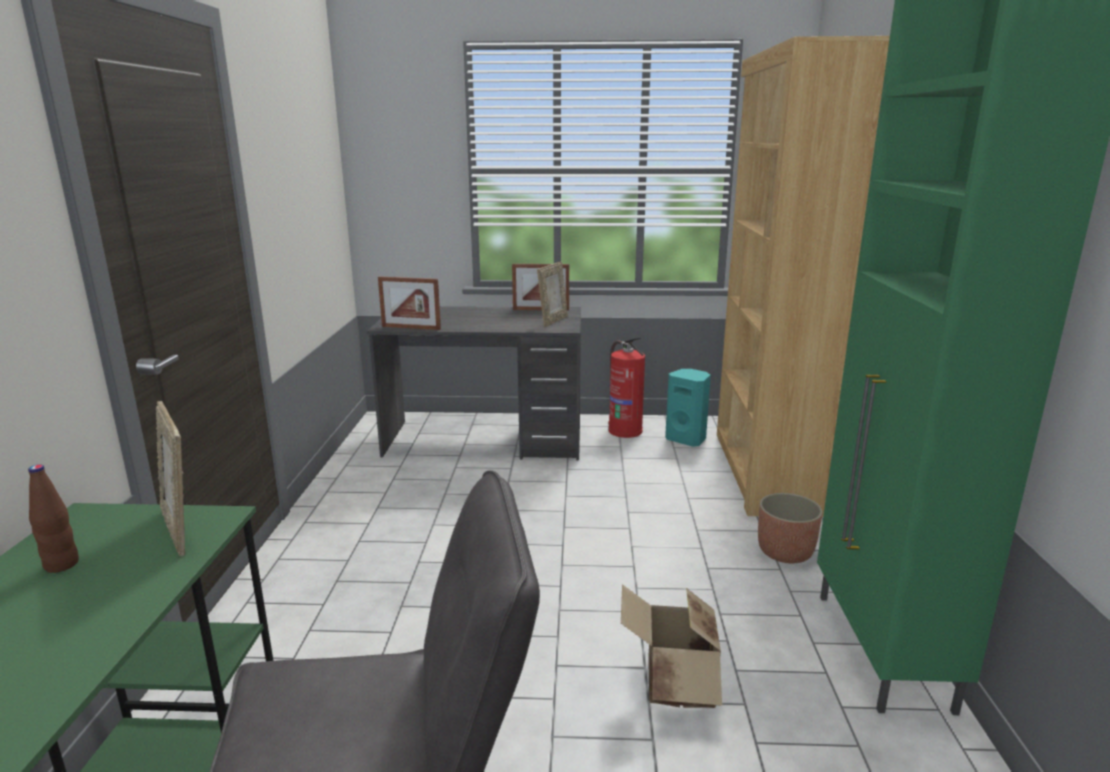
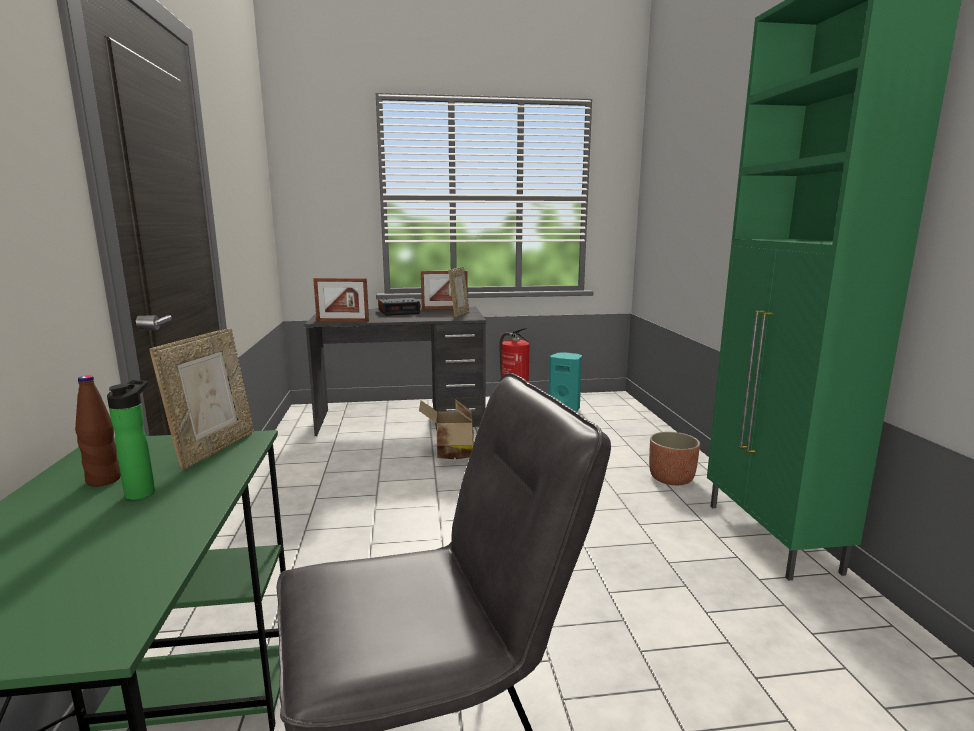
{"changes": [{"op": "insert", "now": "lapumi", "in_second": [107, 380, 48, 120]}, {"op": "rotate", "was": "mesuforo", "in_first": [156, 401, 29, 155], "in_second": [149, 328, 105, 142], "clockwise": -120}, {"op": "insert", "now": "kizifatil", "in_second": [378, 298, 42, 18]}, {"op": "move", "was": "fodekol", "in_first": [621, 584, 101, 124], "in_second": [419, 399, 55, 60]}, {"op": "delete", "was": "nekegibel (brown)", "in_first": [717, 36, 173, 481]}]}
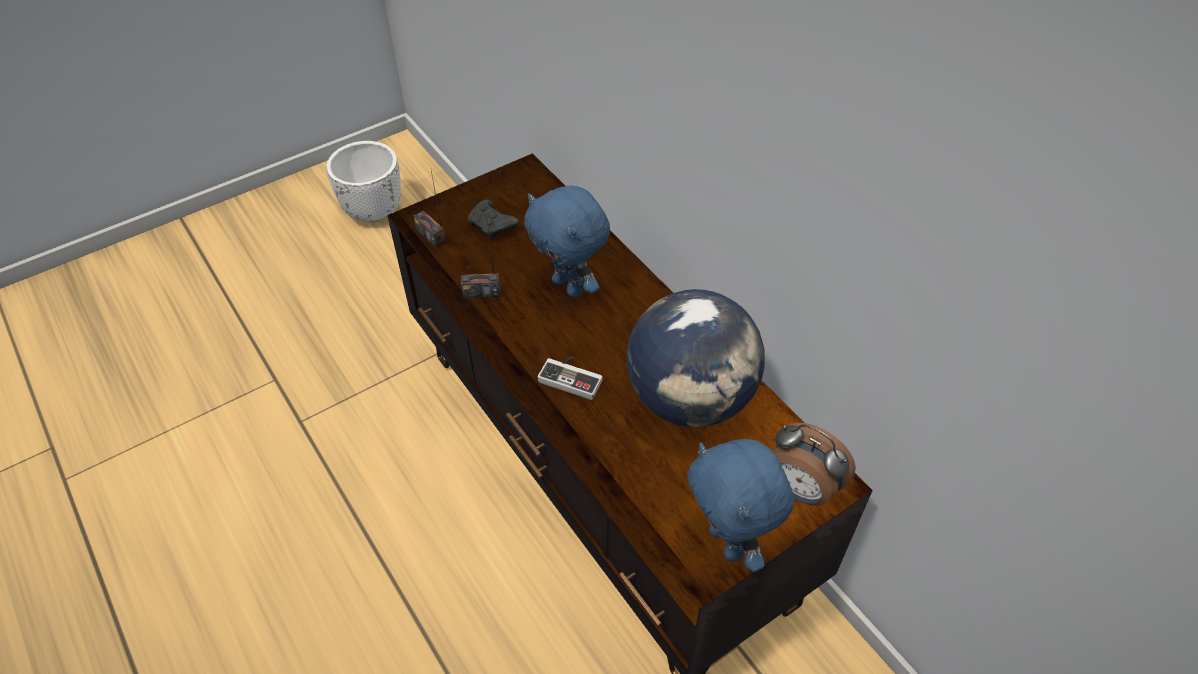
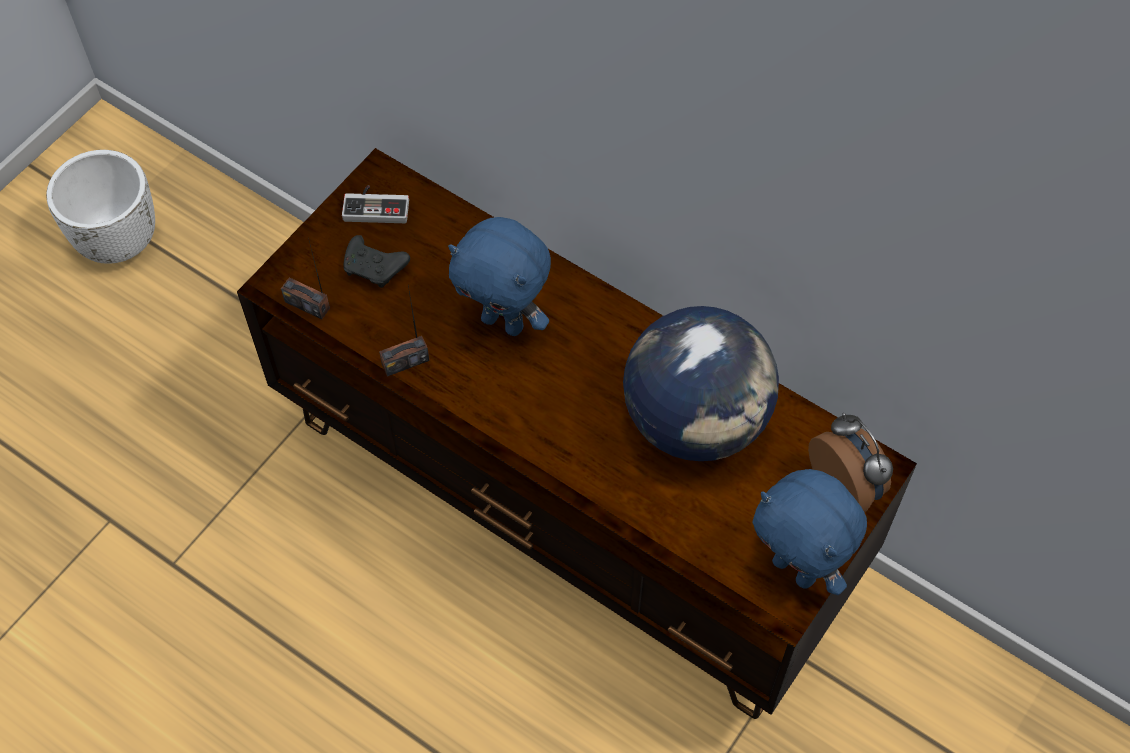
{"changes": [{"op": "move", "was": "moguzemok", "in_first": [538, 357, 65, 43], "in_second": [342, 185, 67, 38]}, {"op": "rotate", "was": "kizifatil", "in_first": [773, 423, 83, 83], "in_second": [808, 413, 85, 99], "clockwise": -135}]}
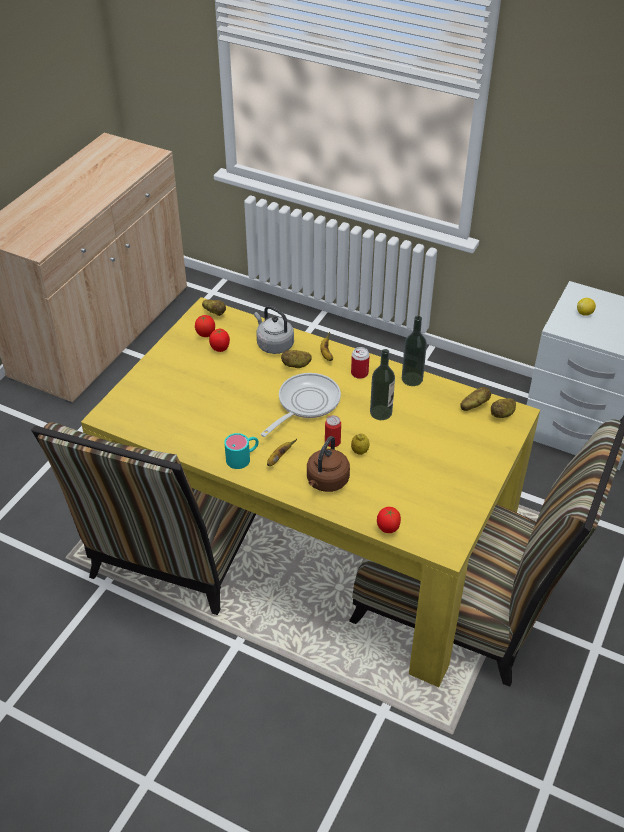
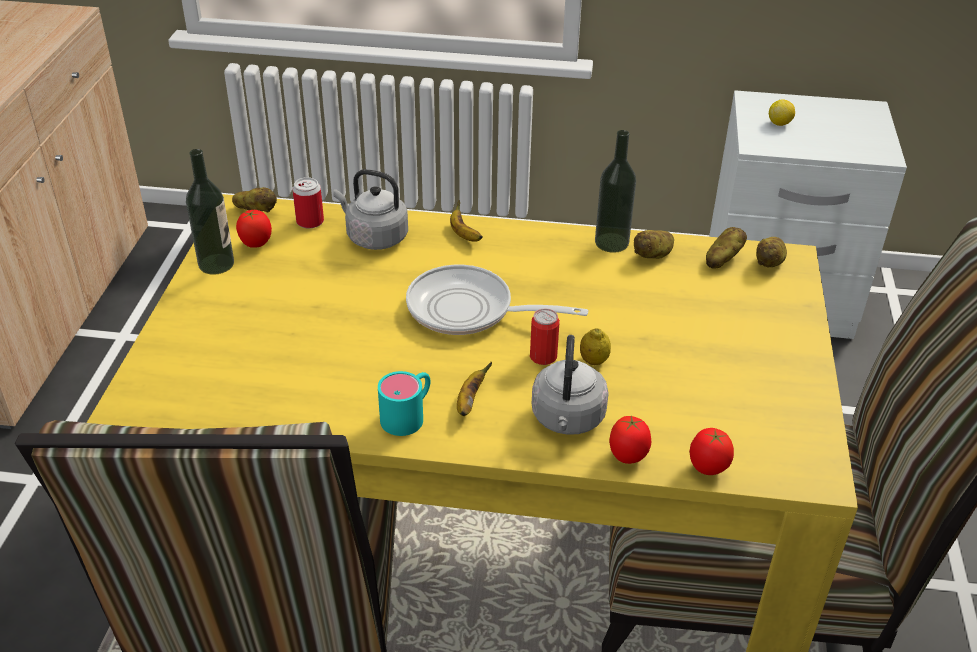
{"changes": [{"op": "move", "was": "lapumi", "in_first": [370, 349, 25, 71], "in_second": [186, 149, 48, 126]}, {"op": "move", "was": "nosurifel", "in_first": [351, 347, 19, 32], "in_second": [292, 177, 32, 51]}, {"op": "rotate", "was": "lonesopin", "in_first": [261, 373, 80, 64], "in_second": [406, 265, 183, 70], "clockwise": -90}, {"op": "recolor", "was": "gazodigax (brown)", "now": "gazodigax (grey)", "in_first": [307, 436, 43, 56], "in_second": [532, 335, 77, 100]}, {"op": "move", "was": "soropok", "in_first": [209, 329, 21, 23], "in_second": [609, 416, 42, 48]}, {"op": "move", "was": "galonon", "in_first": [281, 350, 31, 18], "in_second": [634, 230, 40, 29]}]}
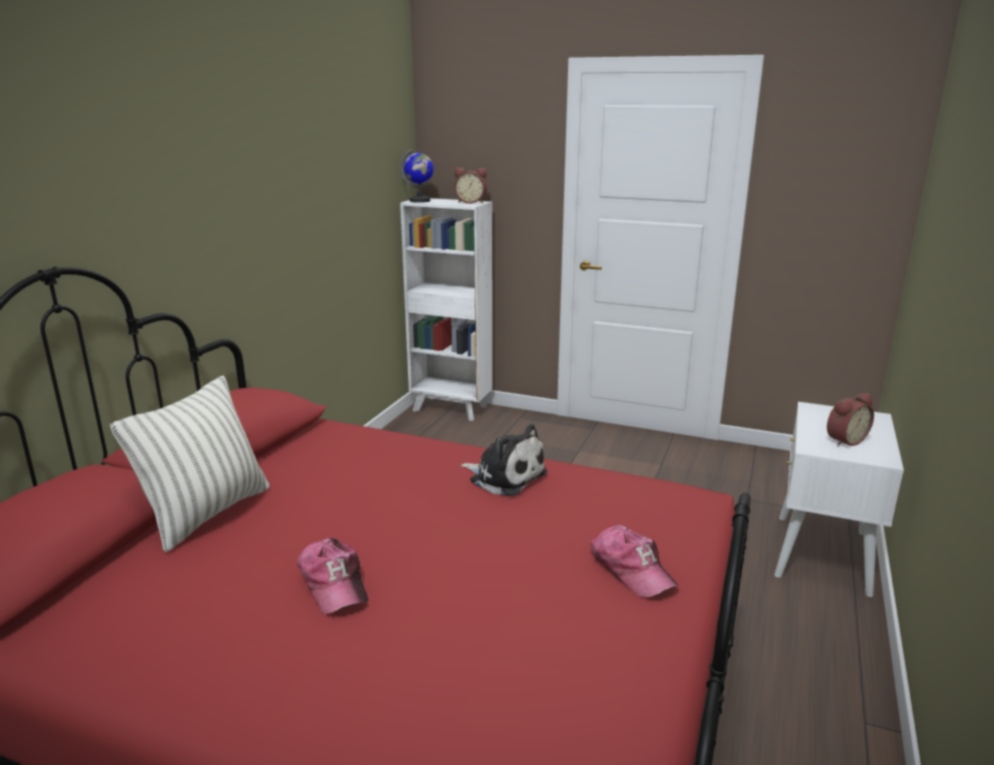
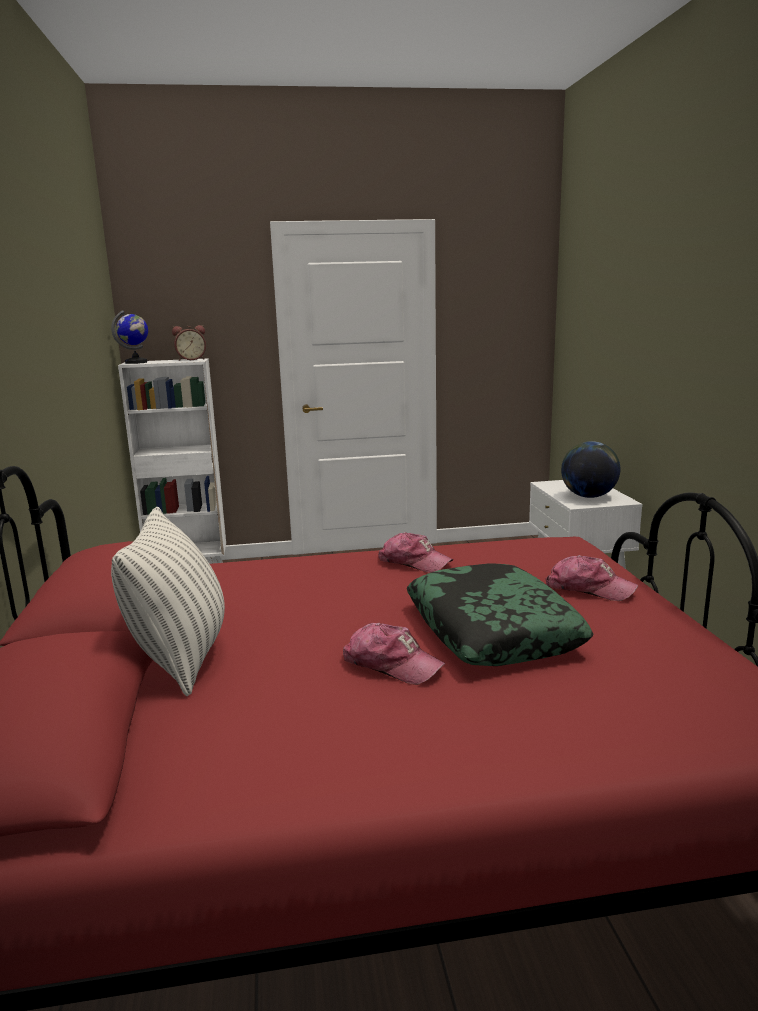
{"changes": [{"op": "replace", "was": "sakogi", "now": "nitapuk", "in_first": [461, 424, 86, 72], "in_second": [378, 532, 75, 41]}, {"op": "insert", "now": "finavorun", "in_second": [407, 563, 186, 103]}, {"op": "replace", "was": "kizifatil", "now": "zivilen", "in_first": [827, 393, 47, 54], "in_second": [561, 441, 59, 57]}]}
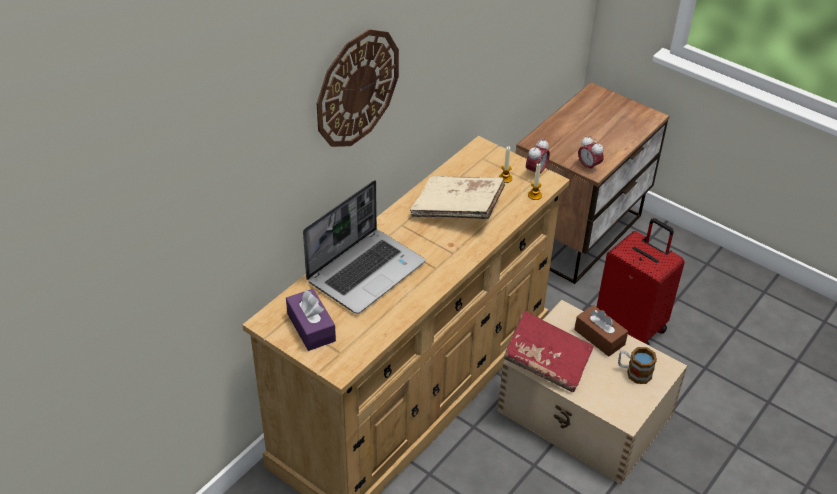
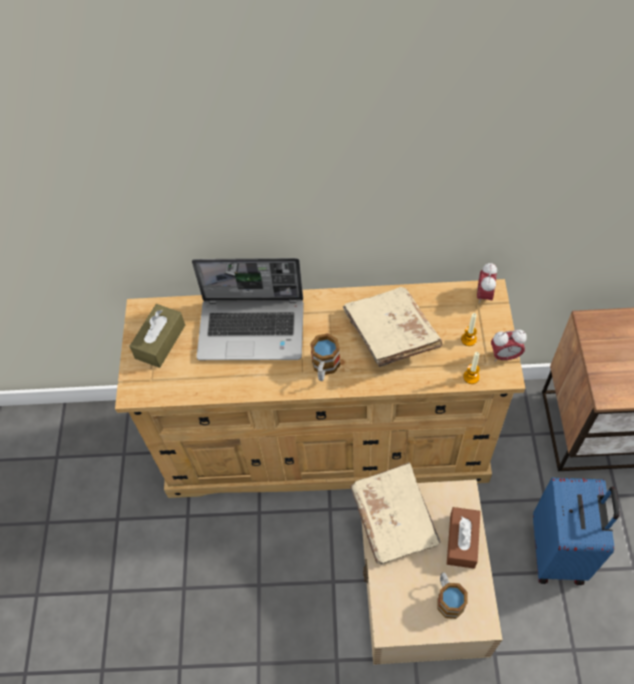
{"changes": [{"op": "recolor", "was": "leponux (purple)", "now": "leponux (brown)", "in_first": [286, 289, 50, 62], "in_second": [129, 304, 56, 64]}, {"op": "insert", "now": "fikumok", "in_second": [310, 333, 30, 48]}, {"op": "recolor", "was": "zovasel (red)", "now": "zovasel (beige)", "in_first": [504, 311, 89, 81], "in_second": [350, 462, 91, 102]}, {"op": "move", "was": "kizifatil", "in_first": [578, 136, 26, 37], "in_second": [477, 263, 20, 41]}, {"op": "recolor", "was": "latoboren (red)", "now": "latoboren (blue)", "in_first": [597, 218, 88, 127], "in_second": [533, 478, 86, 107]}, {"op": "delete", "was": "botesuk", "in_first": [317, 29, 82, 118]}]}
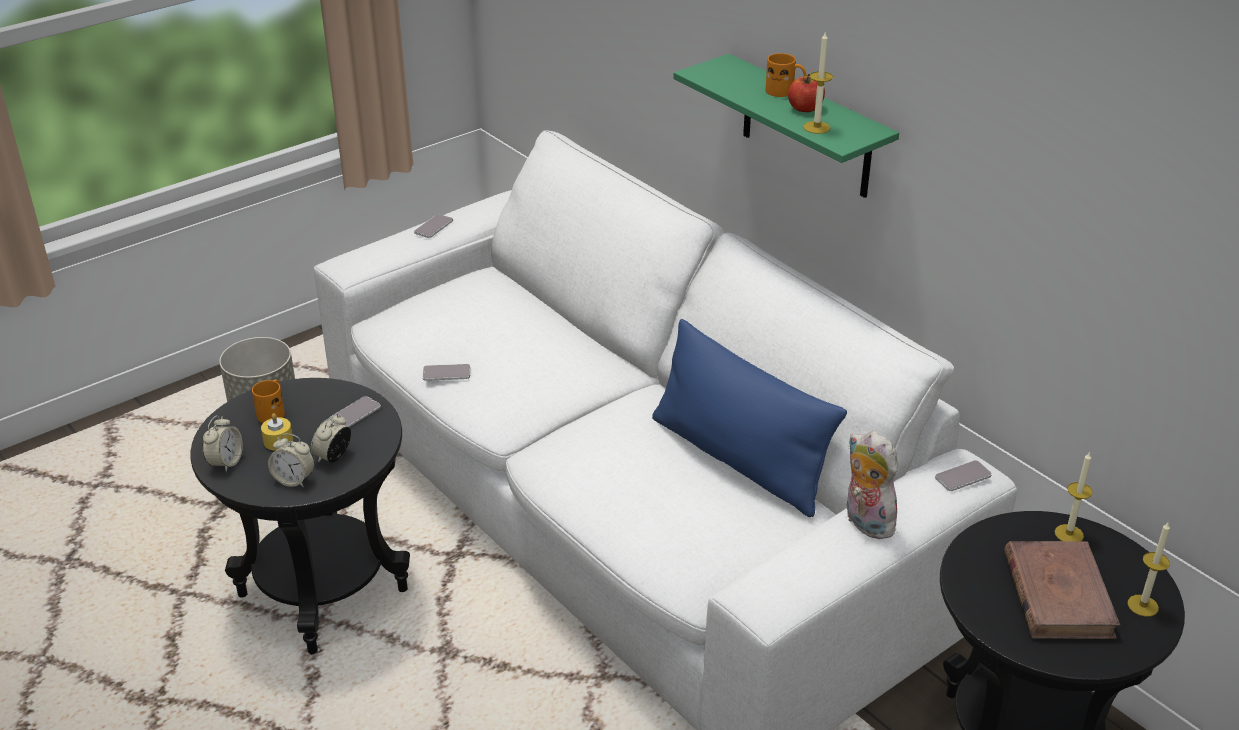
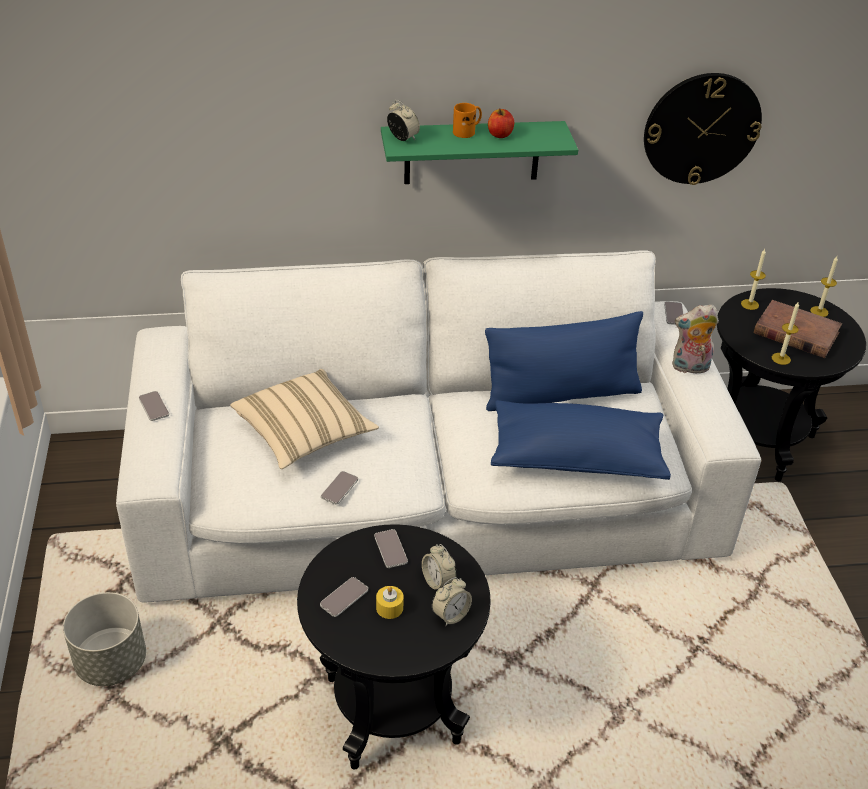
{"changes": [{"op": "insert", "now": "finavorun (beige)", "in_second": [230, 369, 149, 100]}, {"op": "replace", "was": "fikumok (orange)", "now": "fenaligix", "in_first": [252, 379, 33, 44], "in_second": [320, 577, 48, 40]}, {"op": "move", "was": "kizifatil", "in_first": [202, 415, 41, 57], "in_second": [387, 100, 33, 41]}, {"op": "insert", "now": "finavorun (blue)", "in_second": [491, 400, 180, 80]}, {"op": "insert", "now": "botesuk", "in_second": [644, 73, 118, 112]}, {"op": "move", "was": "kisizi", "in_first": [803, 31, 30, 103], "in_second": [772, 302, 27, 63]}]}
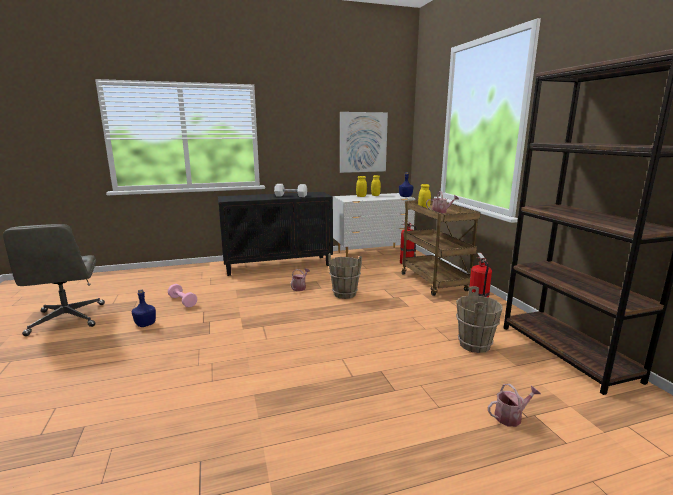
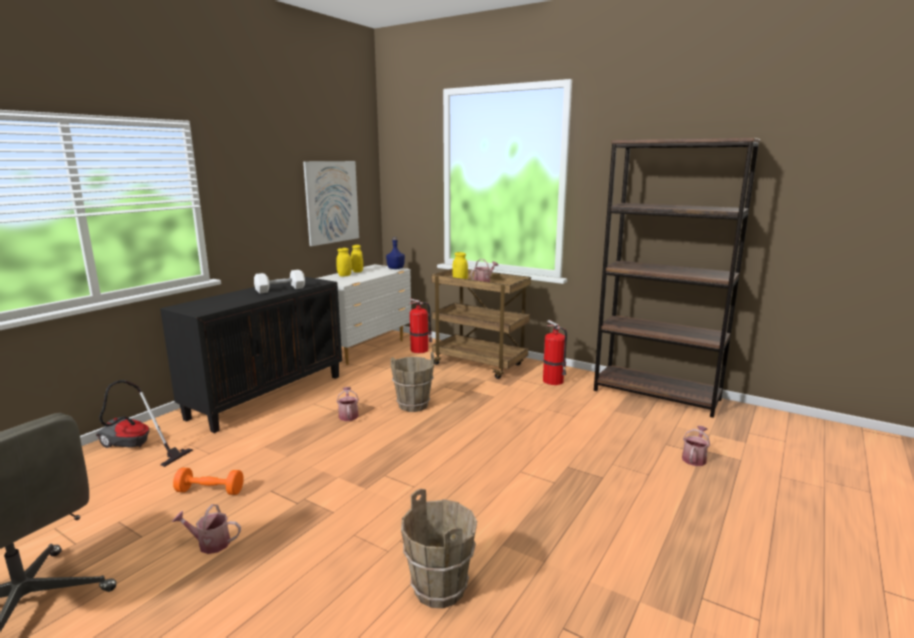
{"changes": [{"op": "insert", "now": "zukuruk", "in_second": [96, 380, 97, 87]}, {"op": "replace", "was": "lapumi (blue)", "now": "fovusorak", "in_first": [132, 289, 24, 38], "in_second": [172, 504, 69, 50]}, {"op": "recolor", "was": "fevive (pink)", "now": "fevive (orange)", "in_first": [168, 284, 29, 23], "in_second": [173, 468, 71, 27]}, {"op": "move", "was": "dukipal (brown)", "in_first": [456, 286, 47, 67], "in_second": [401, 489, 76, 119]}]}
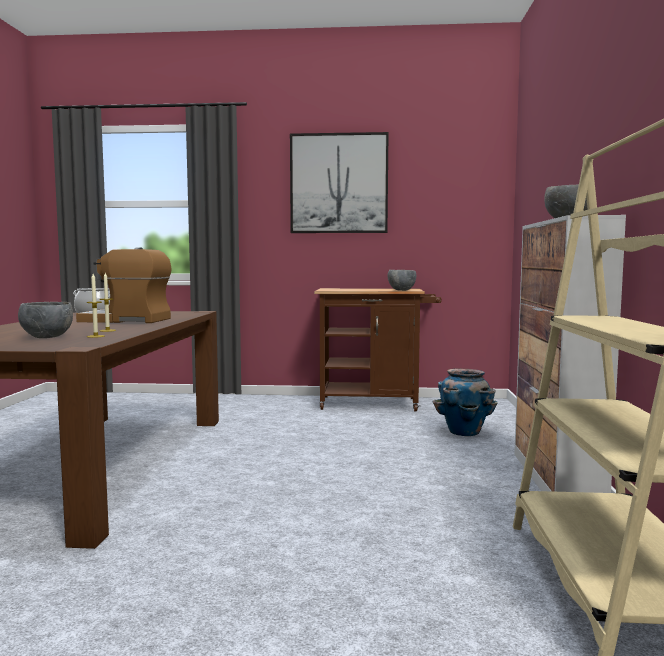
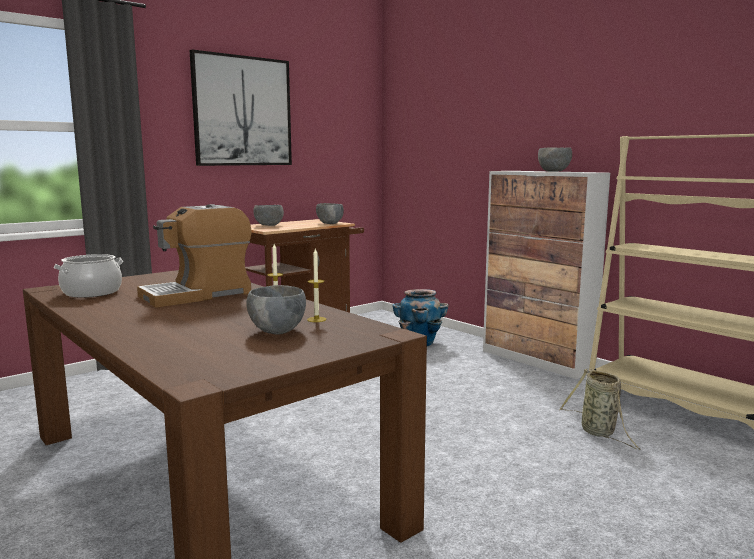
{"changes": [{"op": "insert", "now": "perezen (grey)", "in_second": [253, 205, 31, 21]}, {"op": "insert", "now": "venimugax", "in_second": [559, 368, 82, 82]}]}
